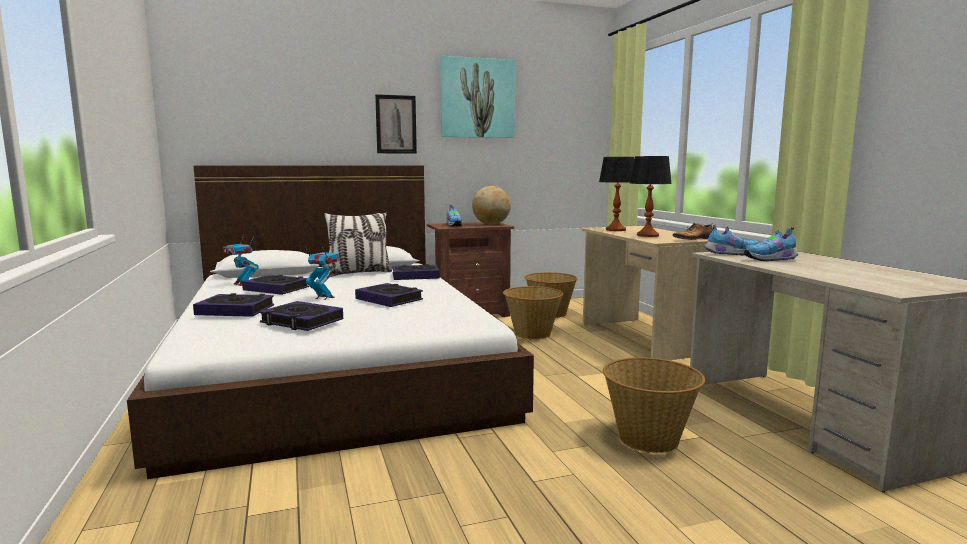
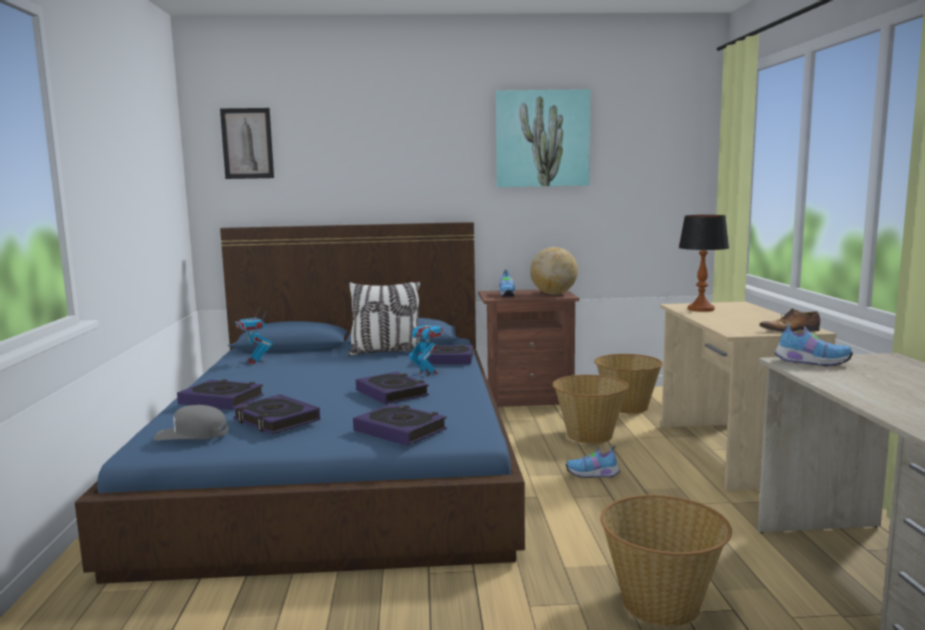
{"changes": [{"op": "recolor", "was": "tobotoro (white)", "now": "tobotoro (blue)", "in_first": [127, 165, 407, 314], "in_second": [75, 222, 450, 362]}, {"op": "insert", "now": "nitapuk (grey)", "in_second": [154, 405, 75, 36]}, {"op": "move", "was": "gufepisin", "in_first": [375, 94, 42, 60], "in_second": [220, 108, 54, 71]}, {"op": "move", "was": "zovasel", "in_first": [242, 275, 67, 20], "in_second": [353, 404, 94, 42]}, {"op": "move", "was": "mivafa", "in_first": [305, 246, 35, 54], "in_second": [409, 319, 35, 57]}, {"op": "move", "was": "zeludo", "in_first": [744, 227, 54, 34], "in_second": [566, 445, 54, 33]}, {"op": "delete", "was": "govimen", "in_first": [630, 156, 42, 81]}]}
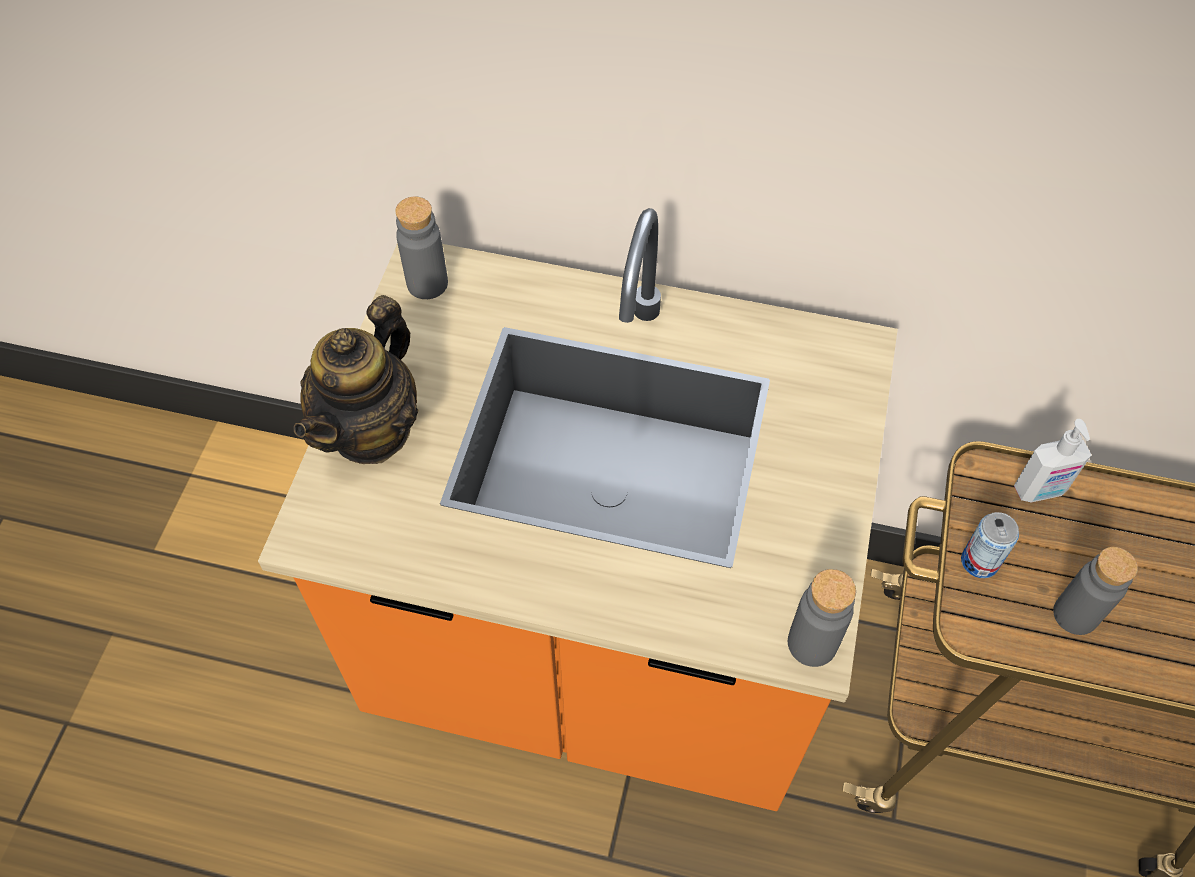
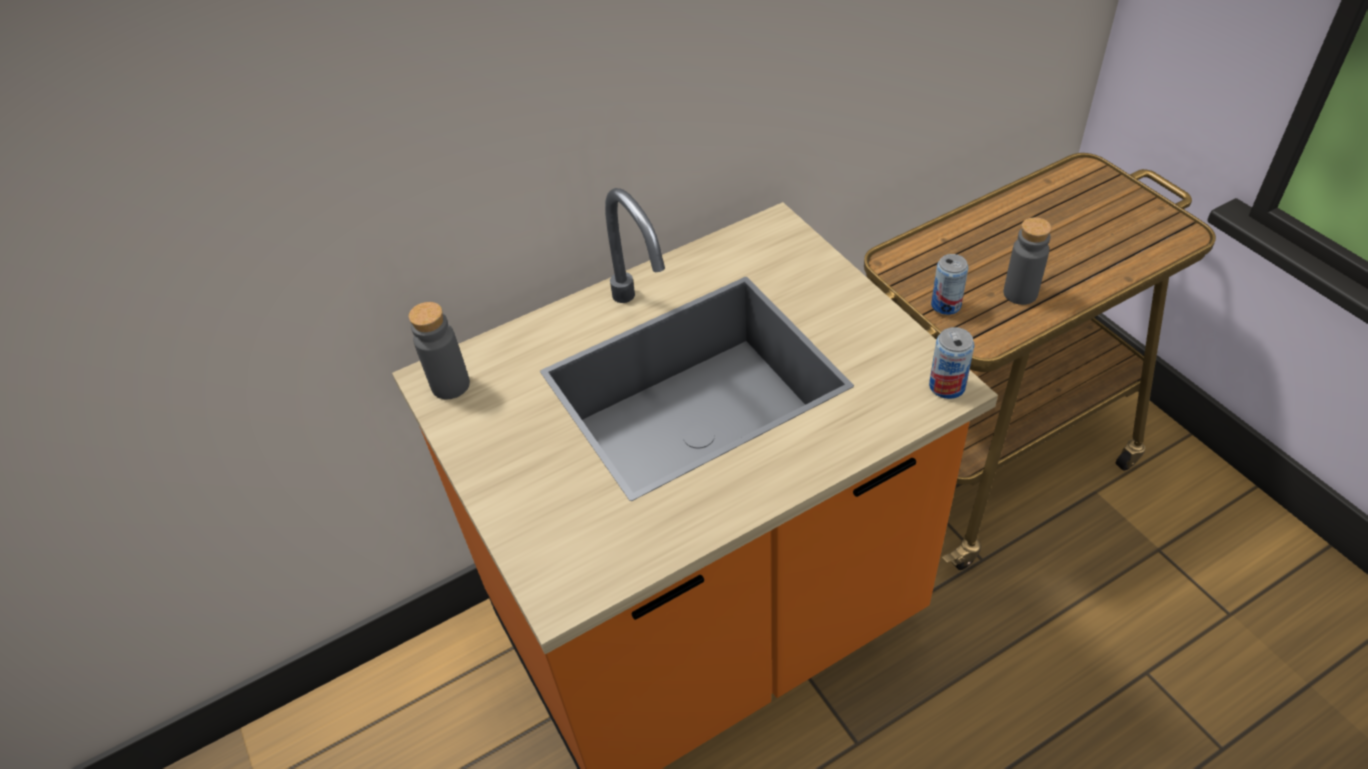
{"changes": [{"op": "replace", "was": "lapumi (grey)", "now": "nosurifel", "in_first": [788, 569, 68, 98], "in_second": [929, 327, 45, 72]}, {"op": "delete", "was": "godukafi", "in_first": [294, 295, 124, 169]}, {"op": "delete", "was": "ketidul", "in_first": [1014, 419, 77, 84]}]}
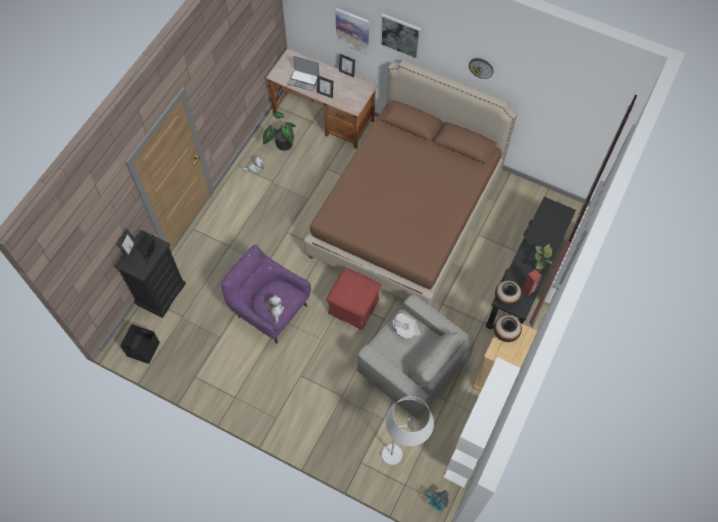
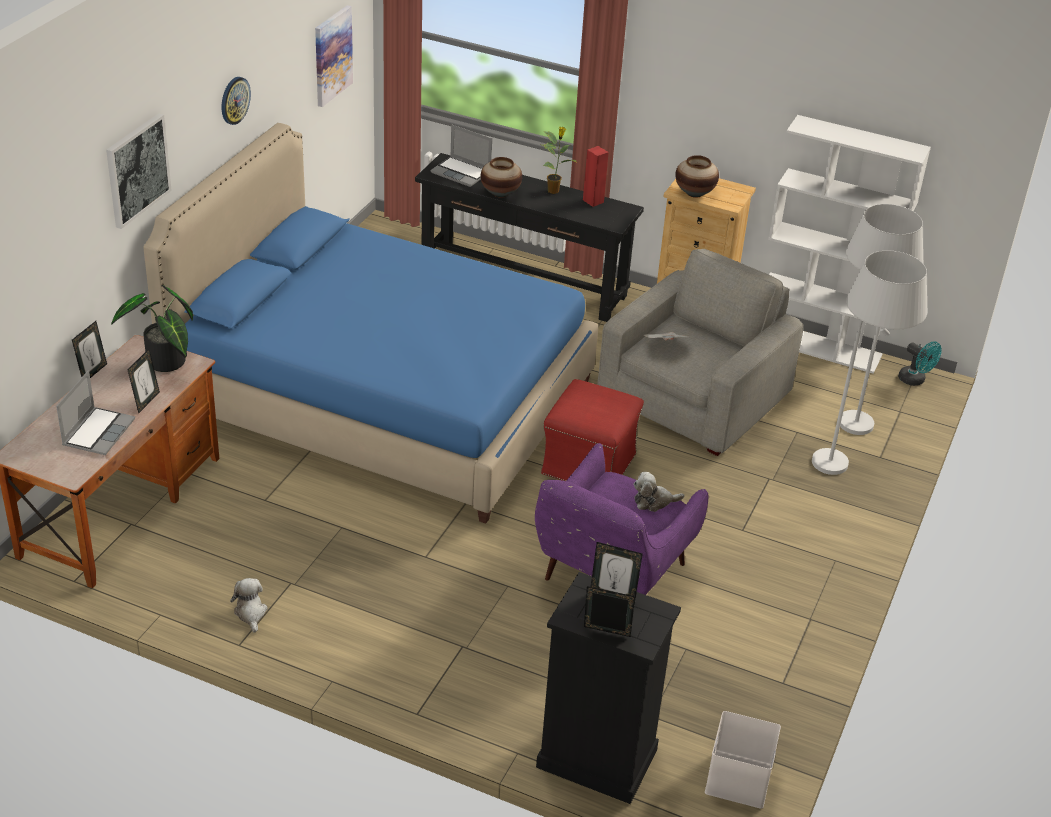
{"changes": [{"op": "move", "was": "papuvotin", "in_first": [263, 112, 33, 39], "in_second": [111, 285, 82, 87]}, {"op": "recolor", "was": "tobotoro (brown)", "now": "tobotoro (blue)", "in_first": [304, 60, 214, 246], "in_second": [143, 123, 455, 401]}, {"op": "move", "was": "gufepisin", "in_first": [335, 8, 34, 47], "in_second": [315, 5, 38, 102]}, {"op": "insert", "now": "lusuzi", "in_second": [431, 124, 61, 63]}, {"op": "move", "was": "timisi", "in_first": [495, 280, 27, 26], "in_second": [481, 157, 41, 41]}, {"op": "recolor", "was": "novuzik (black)", "now": "novuzik (white)", "in_first": [120, 324, 40, 40], "in_second": [705, 711, 76, 98]}, {"op": "insert", "now": "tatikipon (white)", "in_second": [812, 251, 115, 224]}]}
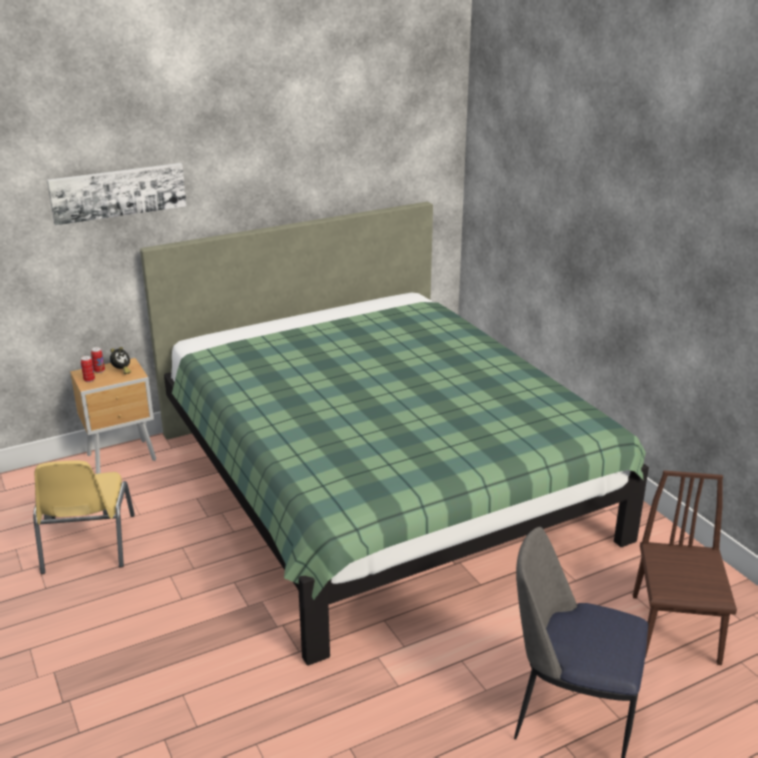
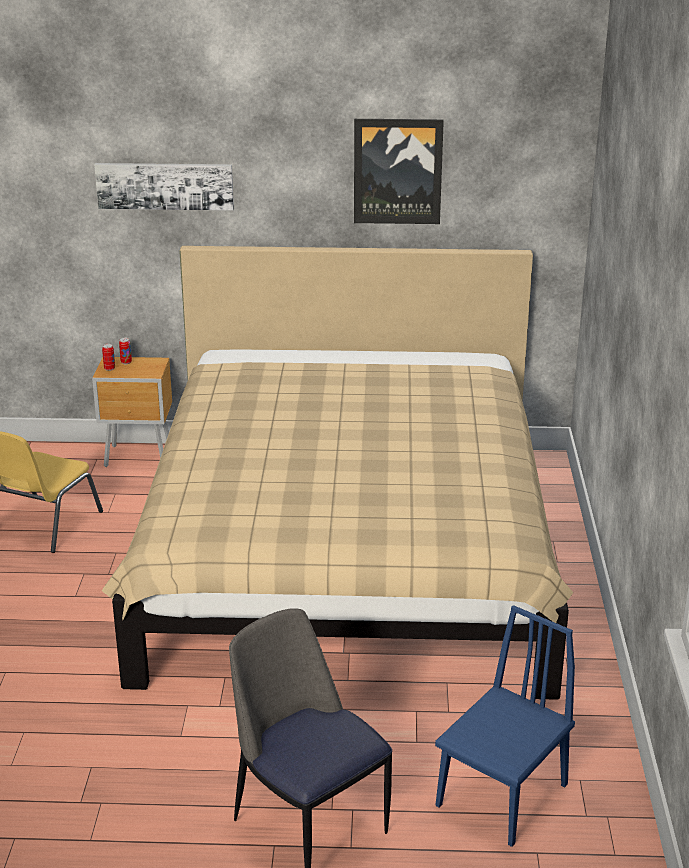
{"changes": [{"op": "recolor", "was": "tobotoro (green)", "now": "tobotoro (beige)", "in_first": [140, 201, 509, 465], "in_second": [102, 246, 471, 454]}, {"op": "insert", "now": "gufepisin", "in_second": [354, 119, 90, 105]}, {"op": "recolor", "was": "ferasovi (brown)", "now": "ferasovi (blue)", "in_first": [633, 471, 104, 194], "in_second": [435, 605, 140, 242]}, {"op": "delete", "was": "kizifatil", "in_first": [110, 347, 21, 27]}]}
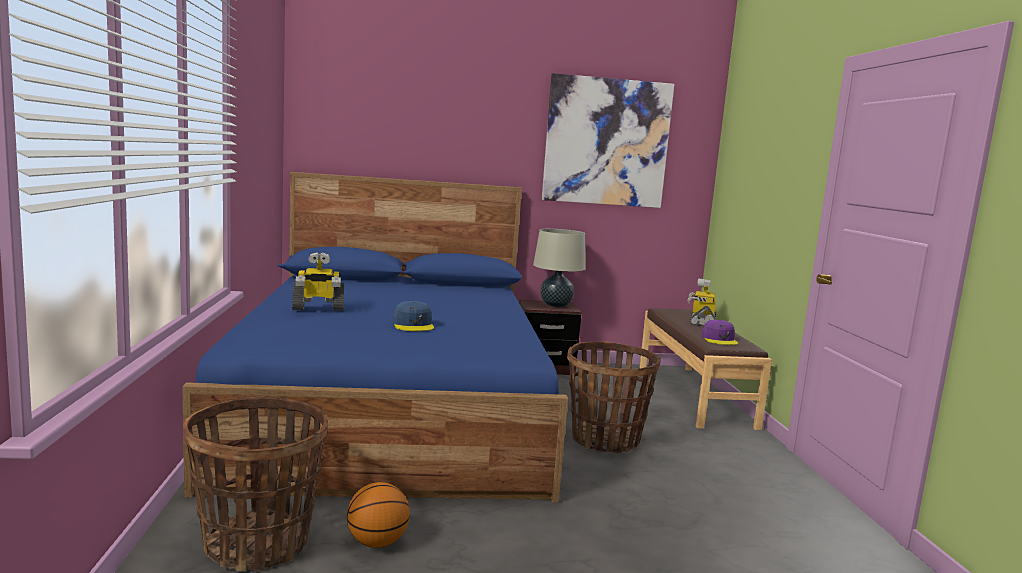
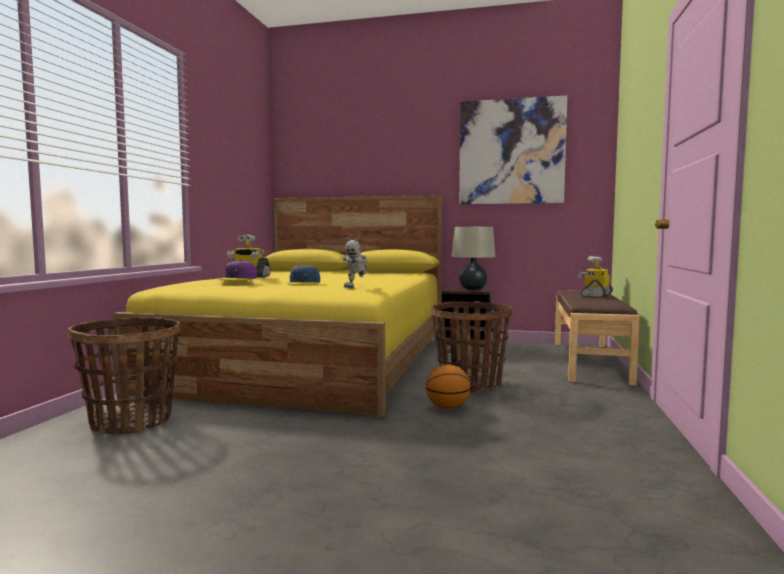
{"changes": [{"op": "recolor", "was": "tobotoro (blue)", "now": "tobotoro (yellow)", "in_first": [182, 172, 386, 330], "in_second": [113, 195, 329, 222]}, {"op": "move", "was": "nitapuk (purple)", "in_first": [702, 320, 36, 25], "in_second": [219, 260, 38, 21]}, {"op": "insert", "now": "mivafa", "in_second": [343, 238, 25, 50]}, {"op": "move", "was": "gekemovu", "in_first": [347, 482, 63, 66], "in_second": [426, 364, 44, 45]}]}
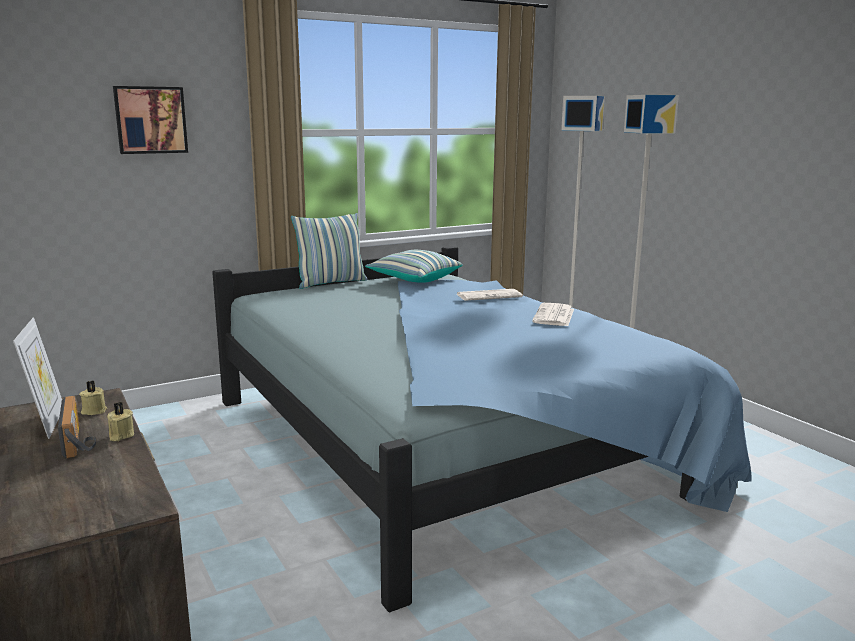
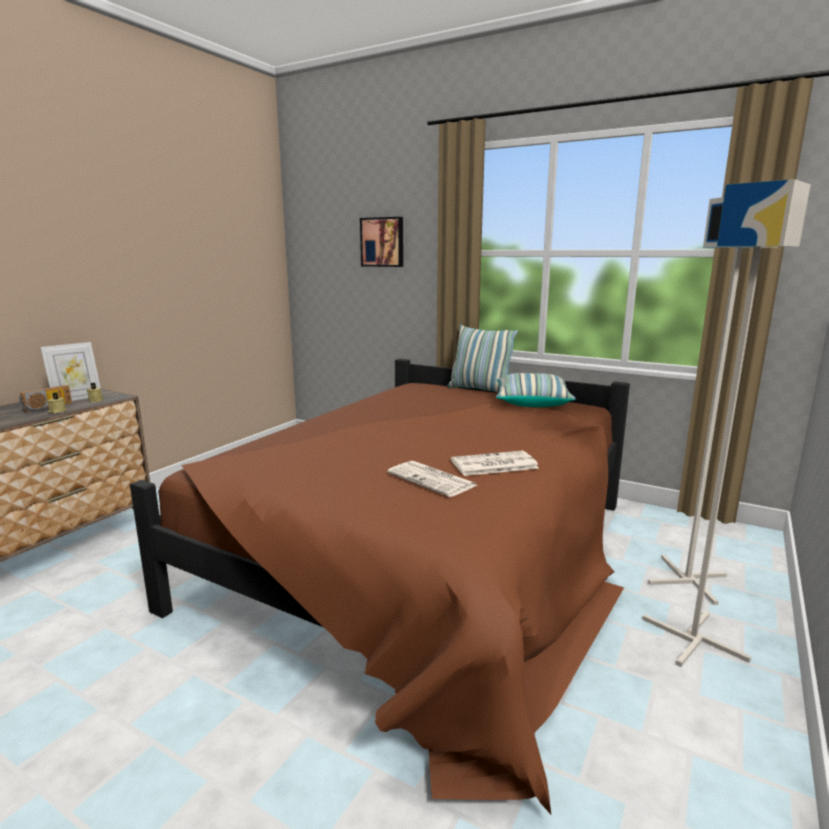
{"changes": [{"op": "recolor", "was": "tobotoro (blue)", "now": "tobotoro (brown)", "in_first": [212, 246, 539, 367], "in_second": [130, 359, 500, 455]}, {"op": "move", "was": "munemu", "in_first": [457, 289, 66, 12], "in_second": [387, 461, 90, 36]}]}
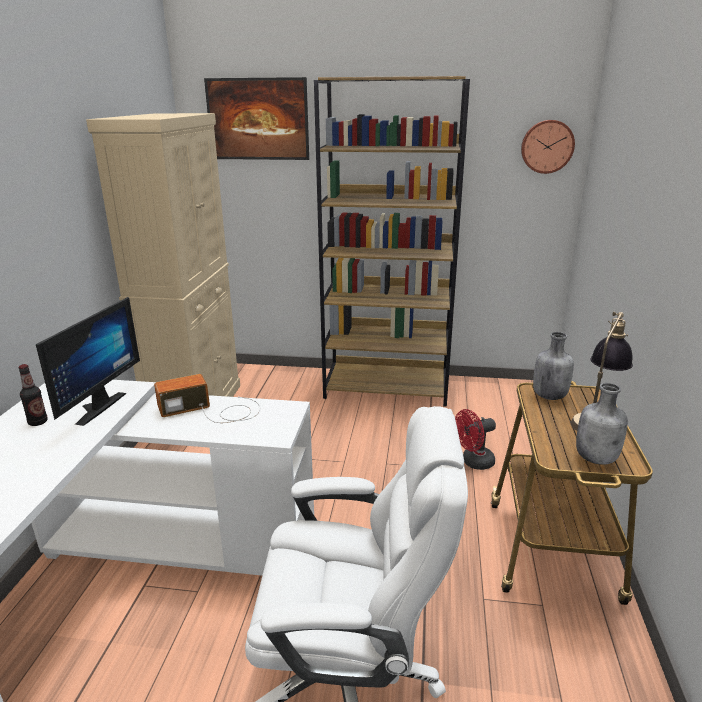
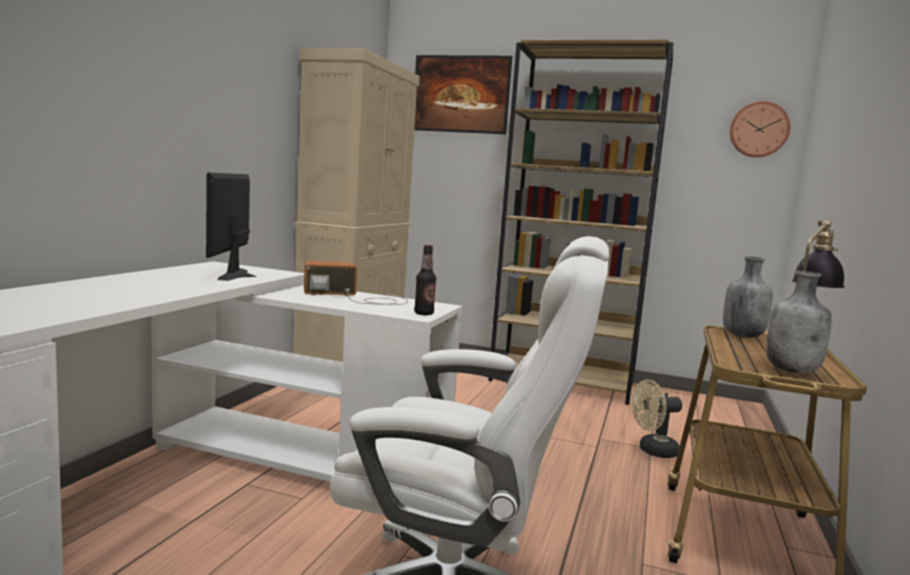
{"changes": [{"op": "rotate", "was": "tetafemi", "in_first": [36, 297, 104, 129], "in_second": [206, 173, 51, 108], "clockwise": 150}, {"op": "move", "was": "lapumi", "in_first": [19, 364, 29, 62], "in_second": [414, 245, 22, 70]}, {"op": "recolor", "was": "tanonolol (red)", "now": "tanonolol (beige)", "in_first": [455, 409, 41, 61], "in_second": [632, 380, 50, 78]}]}
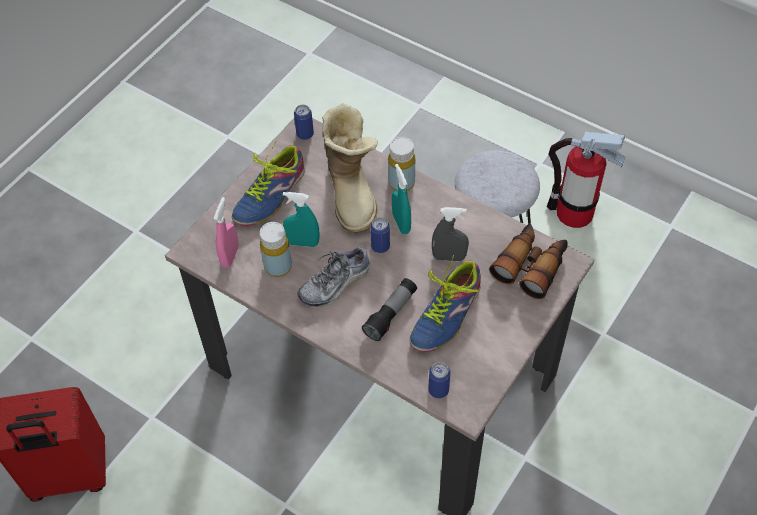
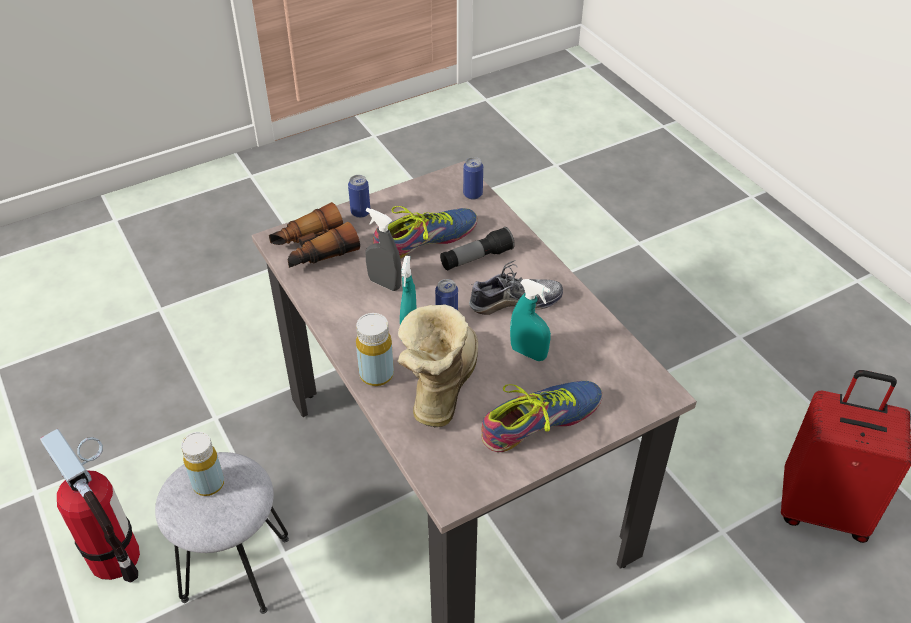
{"changes": [{"op": "move", "was": "lapumi (yellow)", "in_first": [259, 222, 33, 55], "in_second": [181, 432, 43, 64]}, {"op": "move", "was": "nosurifel", "in_first": [294, 104, 20, 36], "in_second": [348, 175, 22, 43]}, {"op": "delete", "was": "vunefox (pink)", "in_first": [213, 197, 25, 71]}]}
